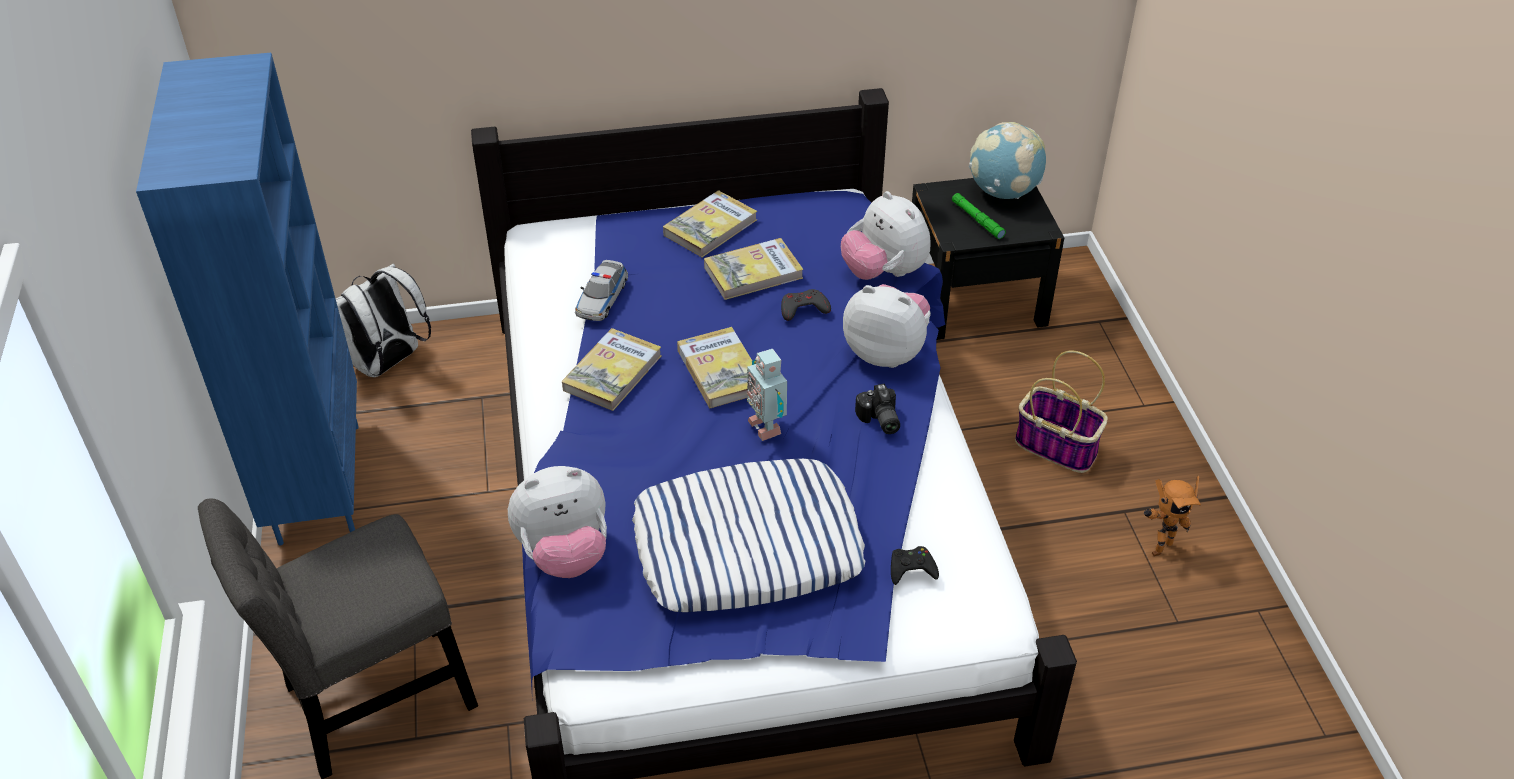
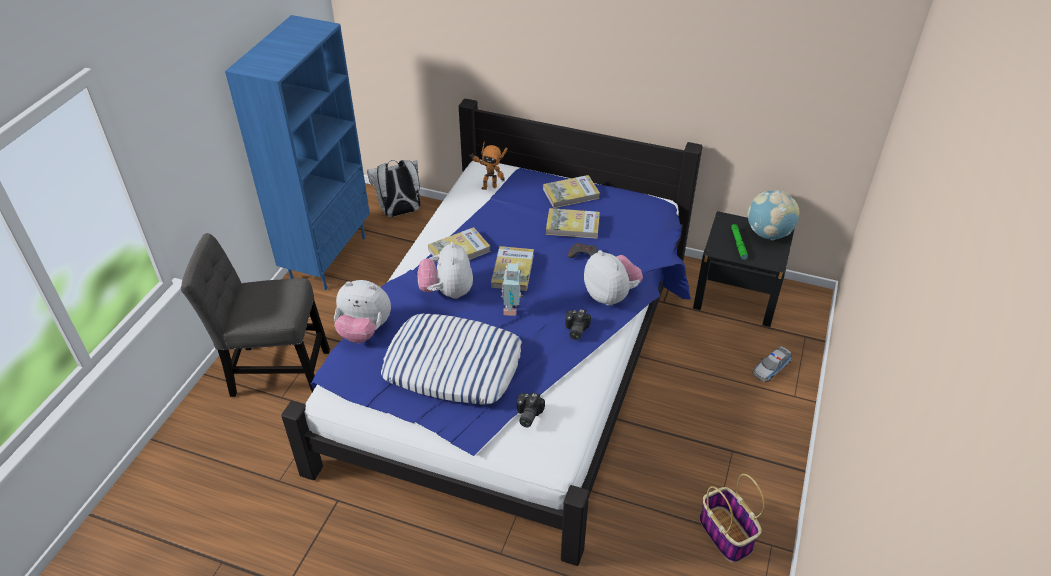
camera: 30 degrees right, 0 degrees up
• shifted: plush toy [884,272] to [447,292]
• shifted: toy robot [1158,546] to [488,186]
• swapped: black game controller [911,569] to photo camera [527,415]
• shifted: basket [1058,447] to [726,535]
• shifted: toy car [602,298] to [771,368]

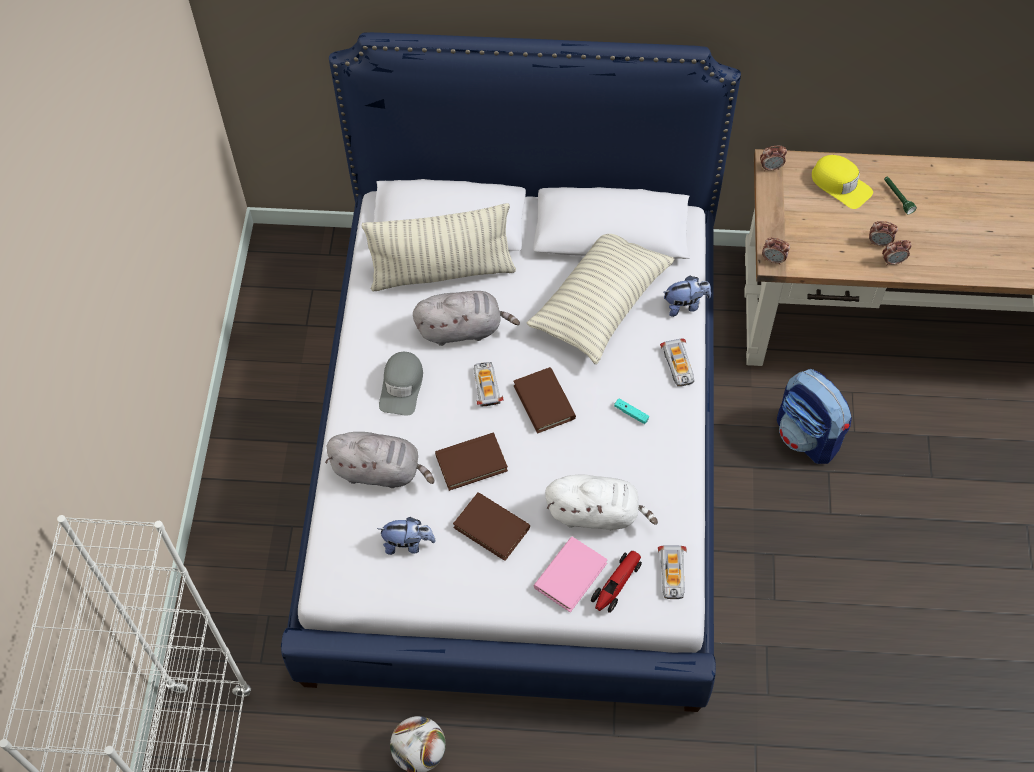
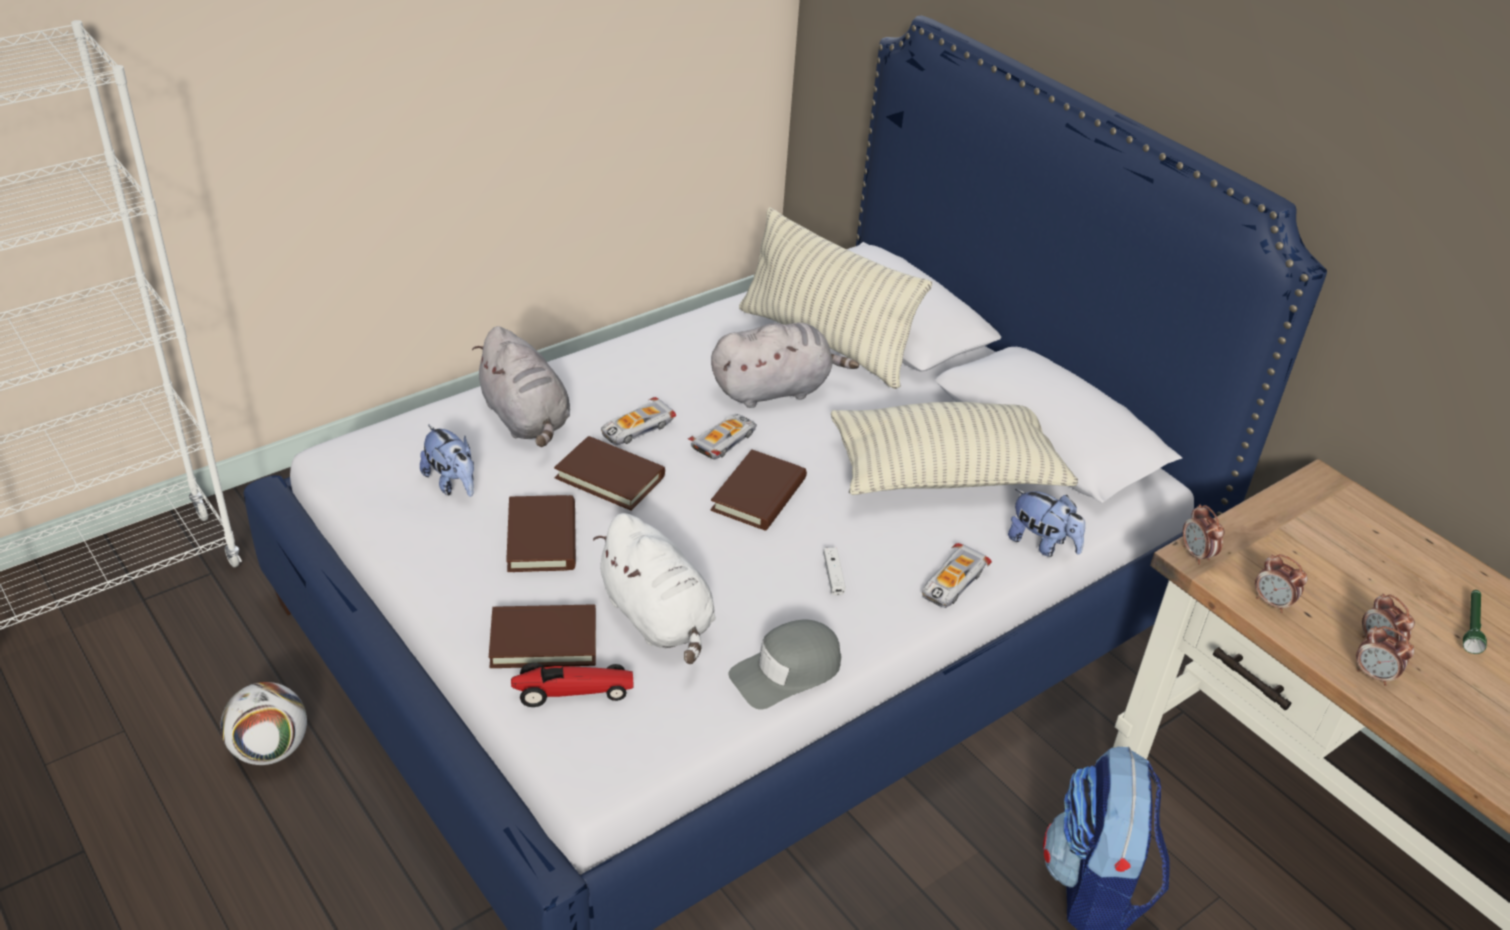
camera: 45 degrees right, 20 degrees down
• repainted: pink book [570,575] to brown book [543,640]
• shifted: toy car [672,574] to [637,428]
• rotated: grey plush toy [463,329] = [775,390] 60 degrees counterclockwise
• shifted: grey cap [402,386] to [787,672]
• repainted: turquoise game controller [631,413] to white game controller [833,575]
• shifted: alarm clock [771,167] to [1272,603]
• gone: yellow cap [840,185]

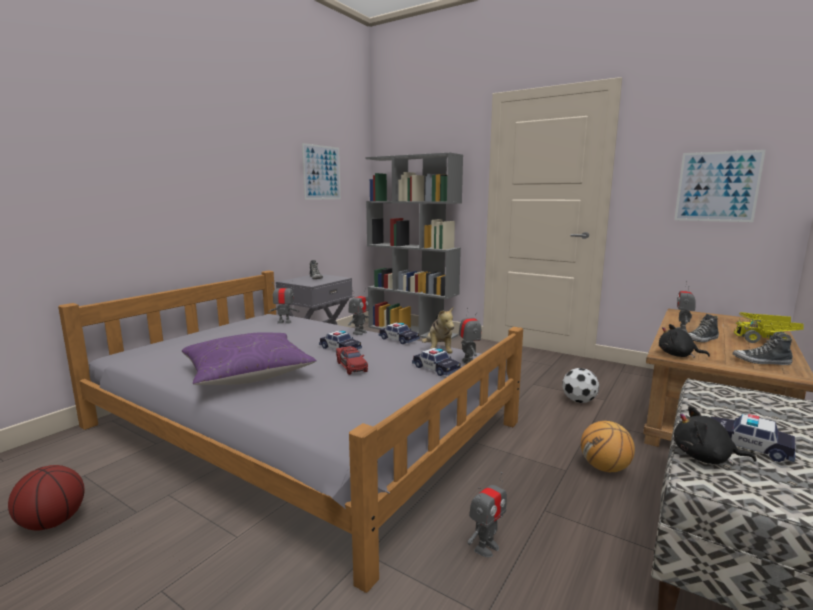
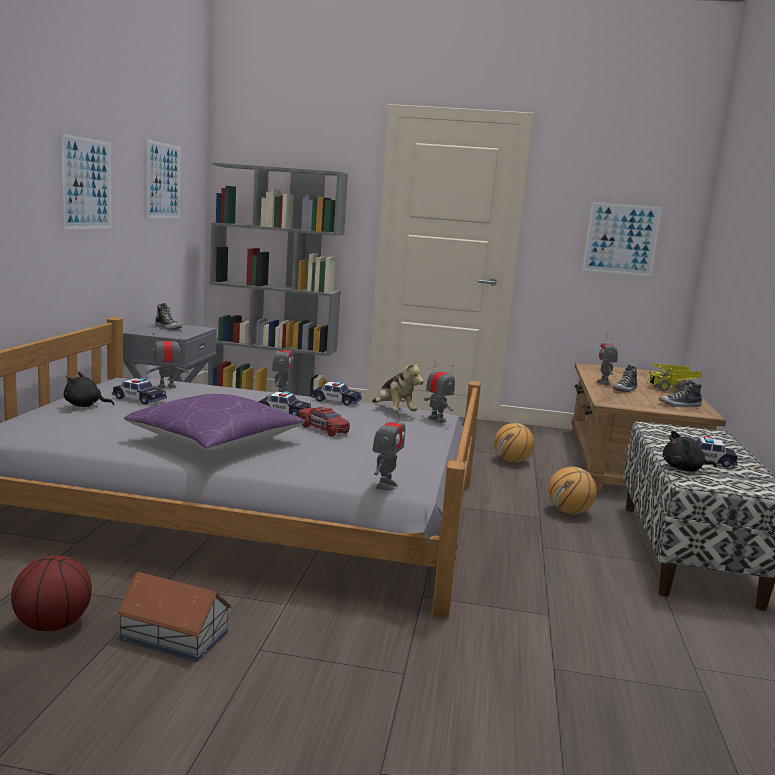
camera: 25 degrees left, 0 degrees up
• new: picture [87,184]
• shifted: black plush toy [678,355] to [85,406]
• shifted: toy car [436,369] to [139,399]
• new: toy house [174,635]
• shifted: toy robot [486,547] to [385,486]
• swapped: football [579,401] to basketball [512,461]

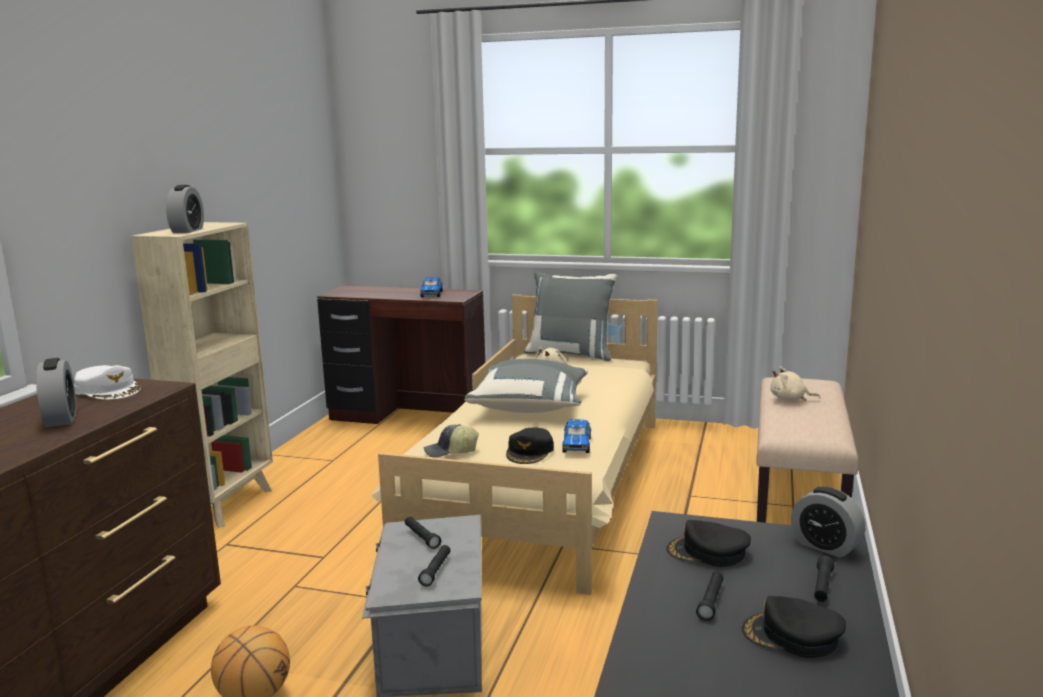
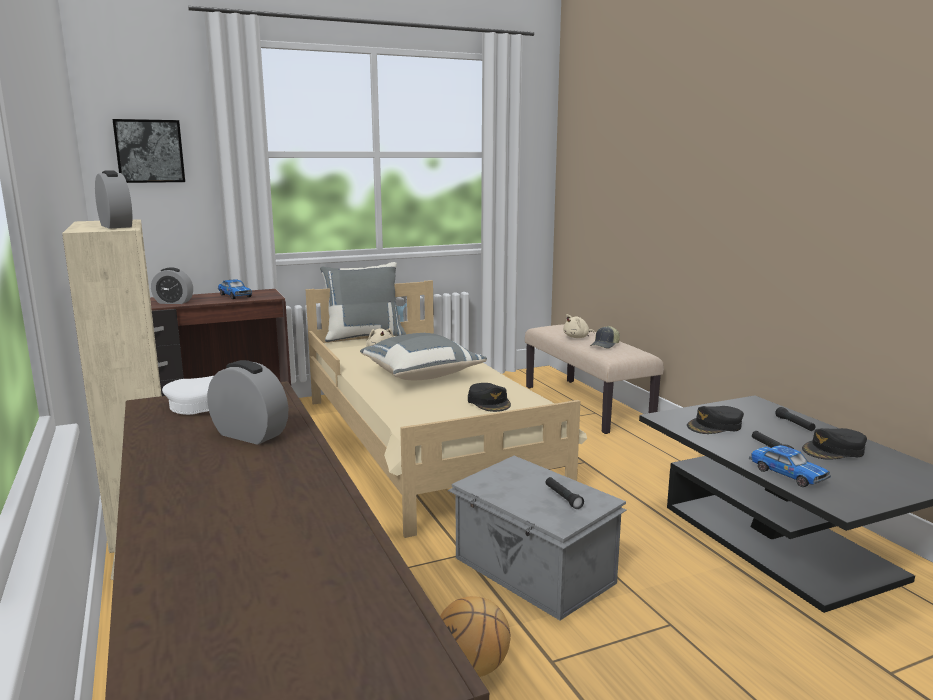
camera: 40 degrees left, 0 degrees up
• new: picture [149,151]
• shifted: alarm clock [825,546] to [173,302]
• shifted: cap [450,452] to [605,345]
• shifted: toy car [577,444] to [787,474]
• gone: black flashlight [422,537]

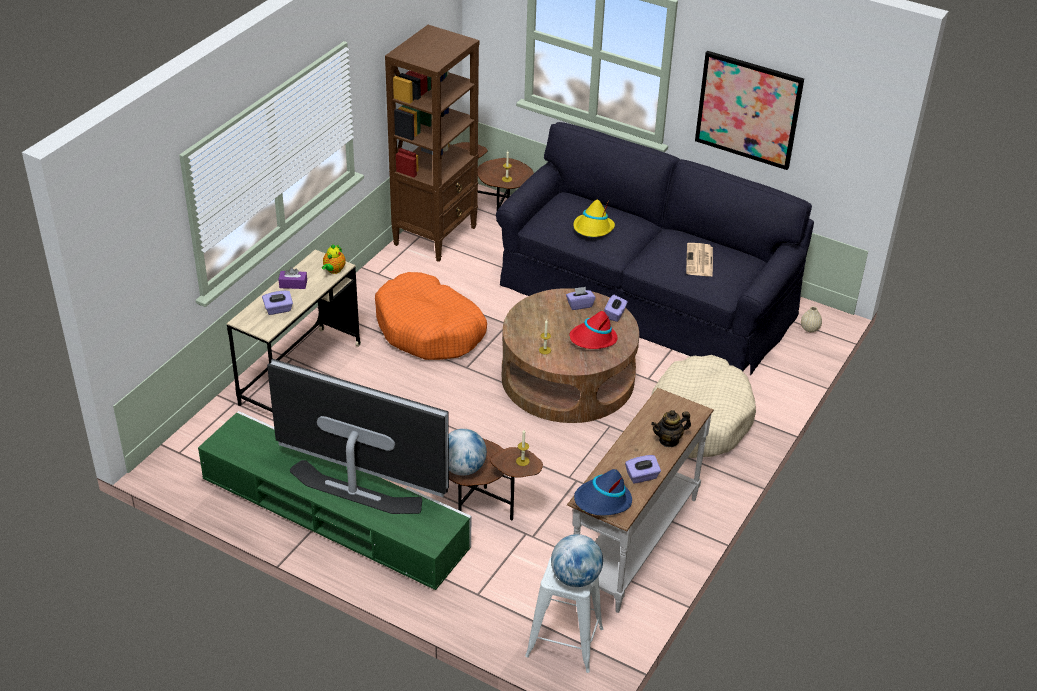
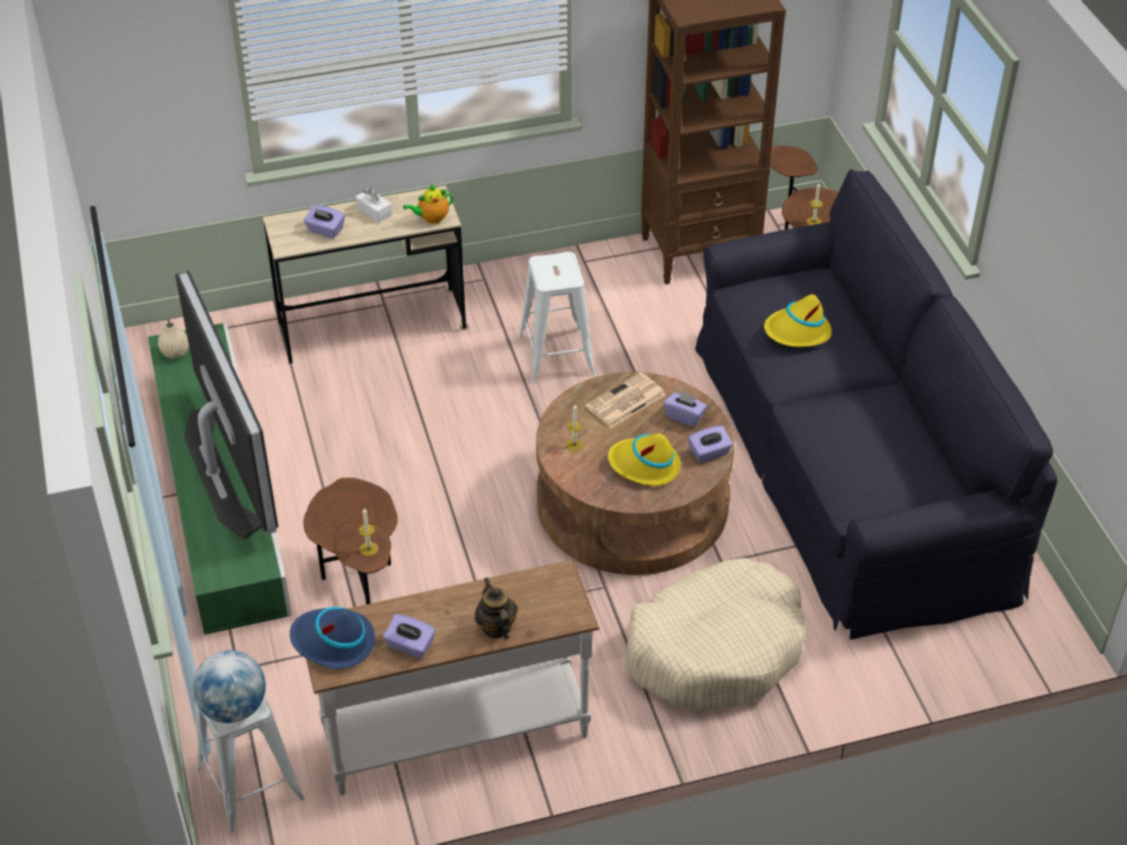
camera: 45 degrees right, 5 degrees up
• shifted: beige vase [809,328] to [175,353]
• repainted: purple tissue box [293,284] to white tissue box [374,211]
• rotated: teapot [669,440] = [496,627] 45 degrees clockwise
• swapped: orange dog bed [429,329] to white stool [556,355]
• shifted: newspaper [700,261] to [625,402]
• repainted: red hat [593,339] to yellow hat [644,465]
• gone: globe [463,468]
• gone: picture [748,109]

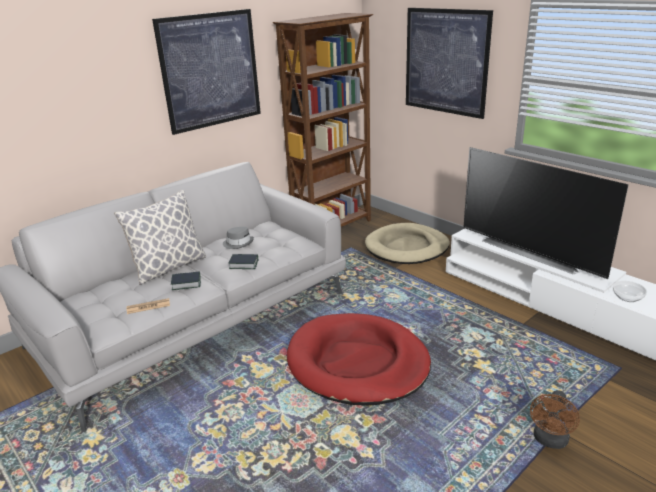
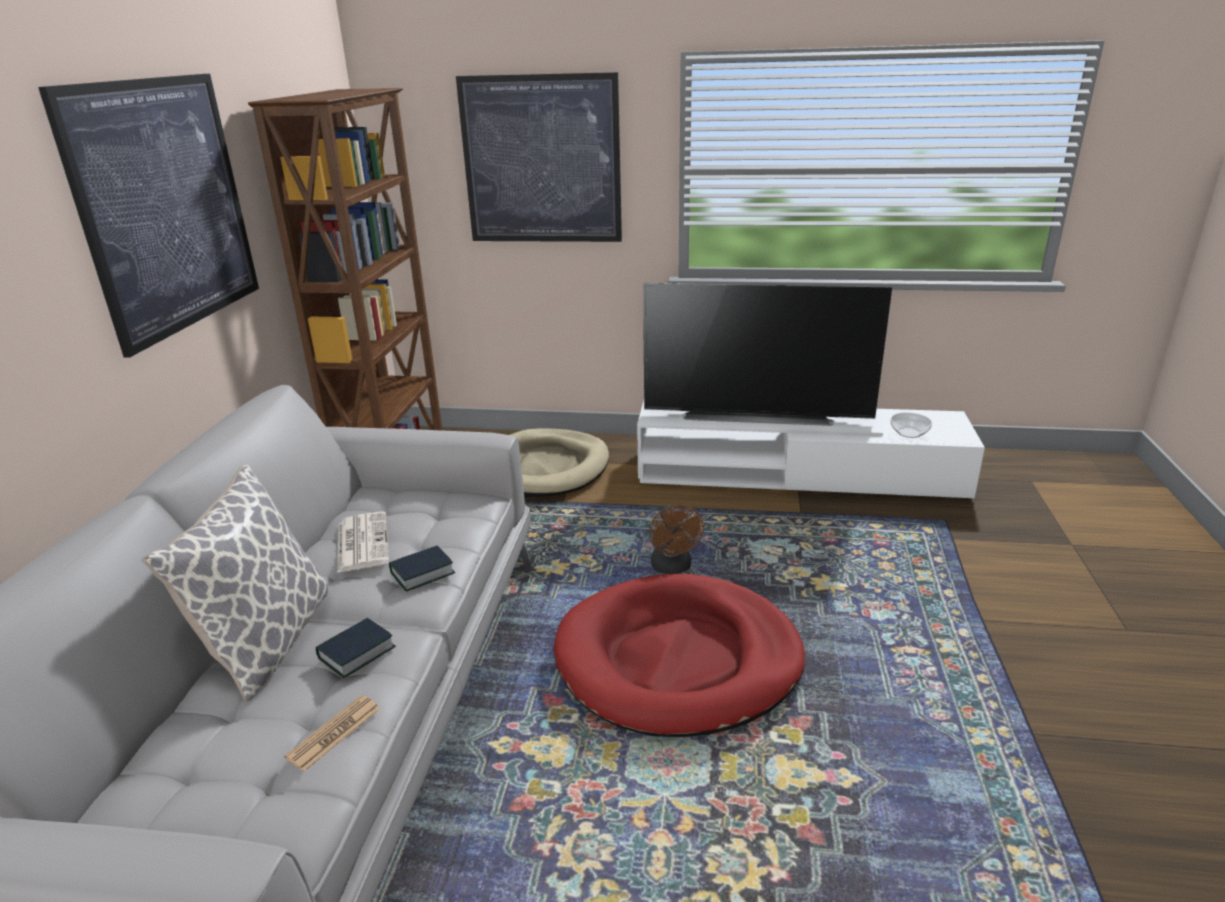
camera: 40 degrees left, 0 degrees up
• swapped: grey hat [238,243] to newspaper [362,542]
• shifted: brown fan [550,441] to [673,568]

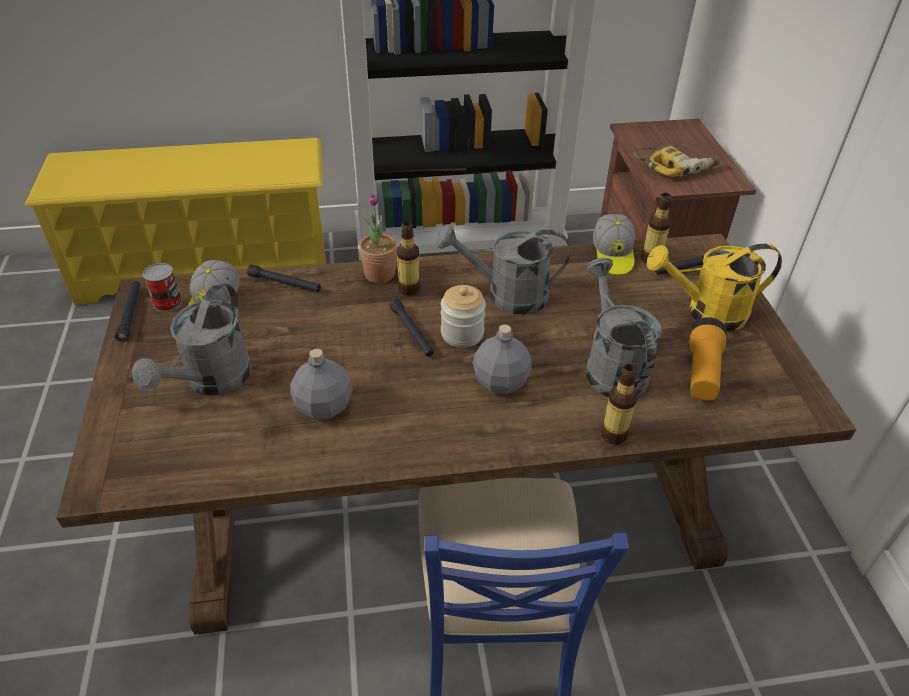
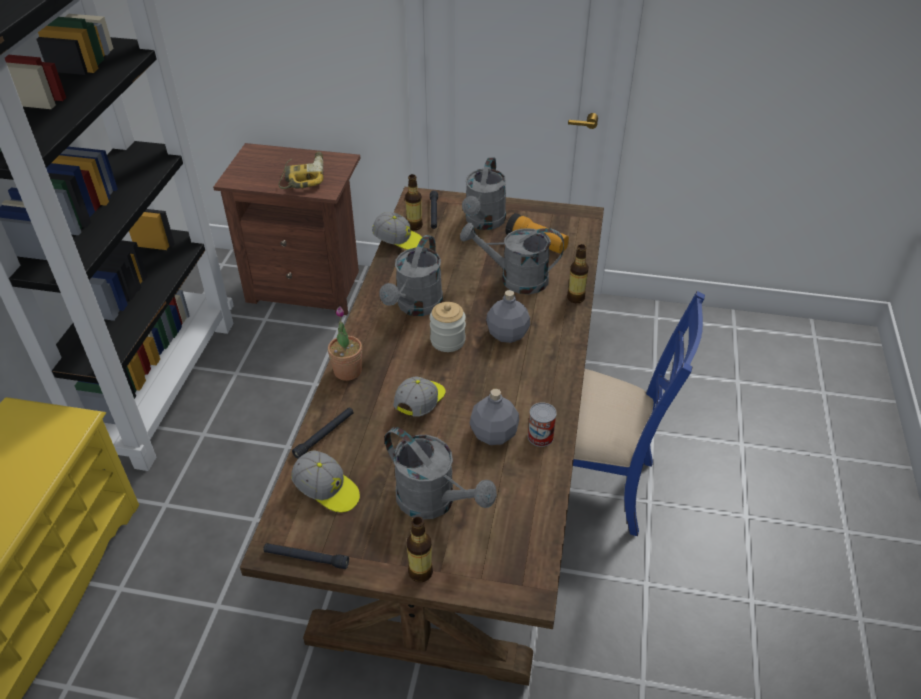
camera: 70 degrees left, 0 degrees up
• new: cap [421,403]
• shifted: bottle [409,289] to [420,572]
• repainted: yellow watering can [706,313] to grey watering can [483,222]
• shifted: can [167,302] to [540,436]
• gone: black flashlight [412,332]

